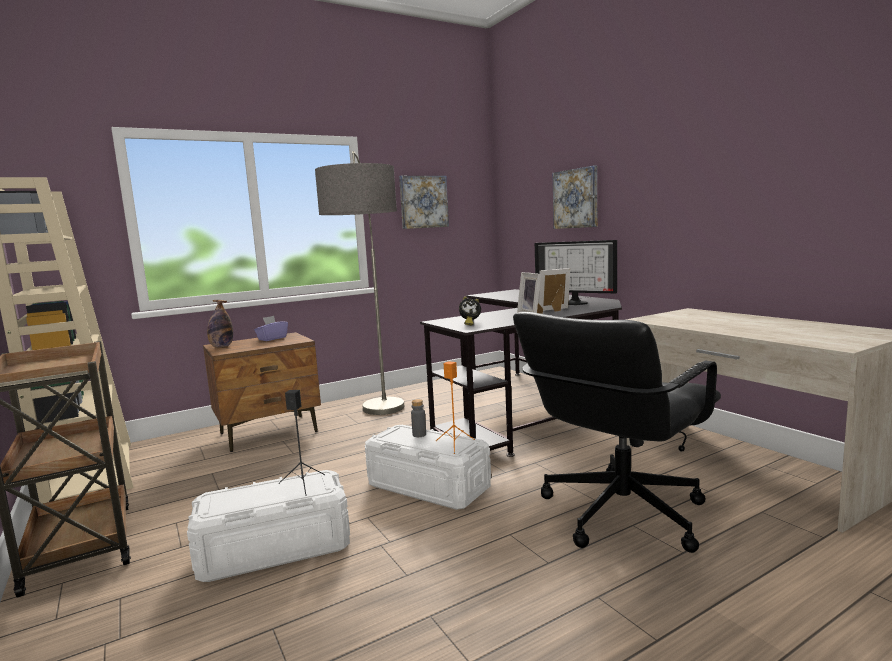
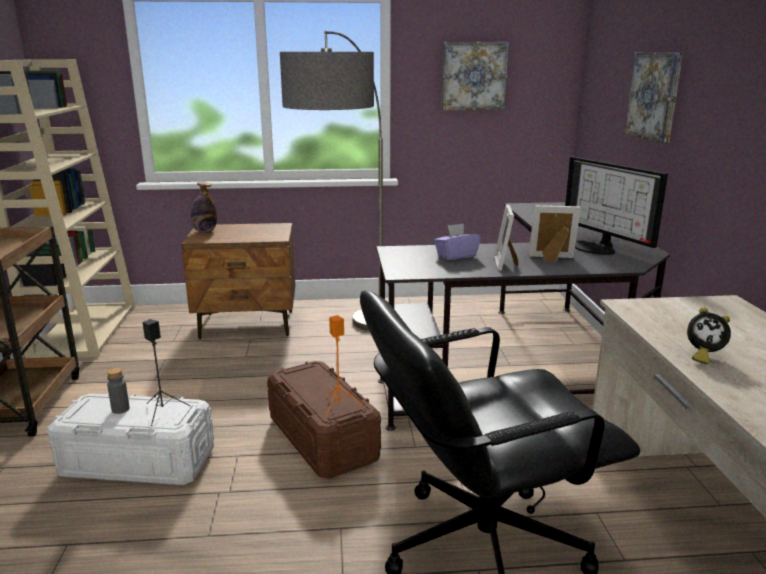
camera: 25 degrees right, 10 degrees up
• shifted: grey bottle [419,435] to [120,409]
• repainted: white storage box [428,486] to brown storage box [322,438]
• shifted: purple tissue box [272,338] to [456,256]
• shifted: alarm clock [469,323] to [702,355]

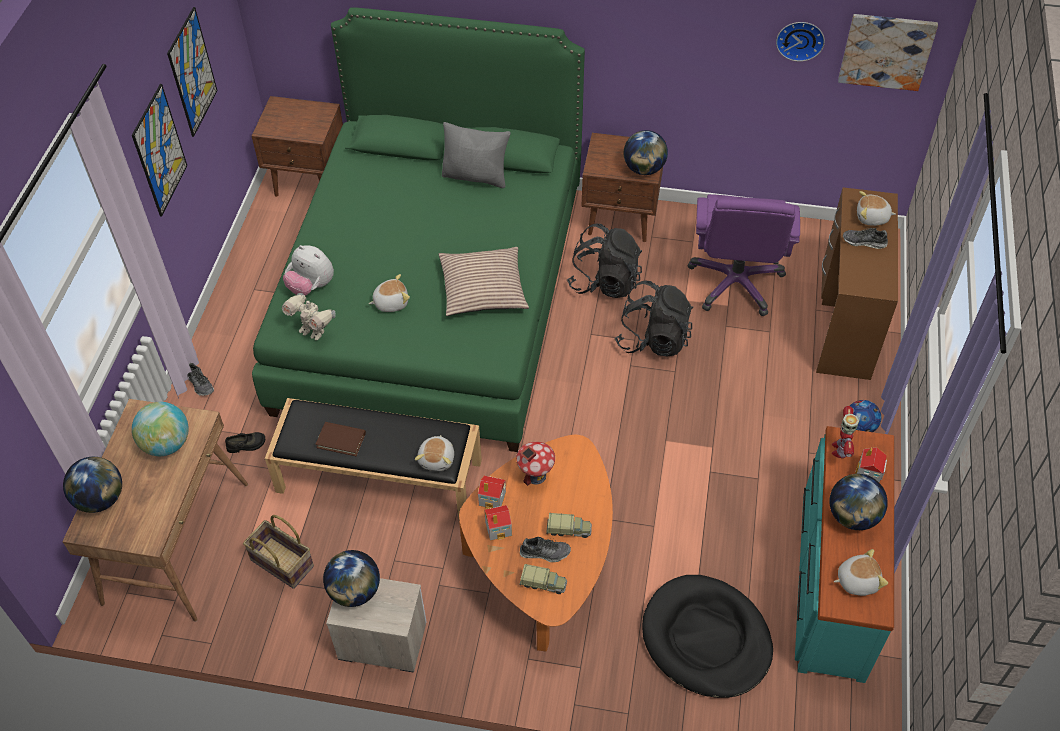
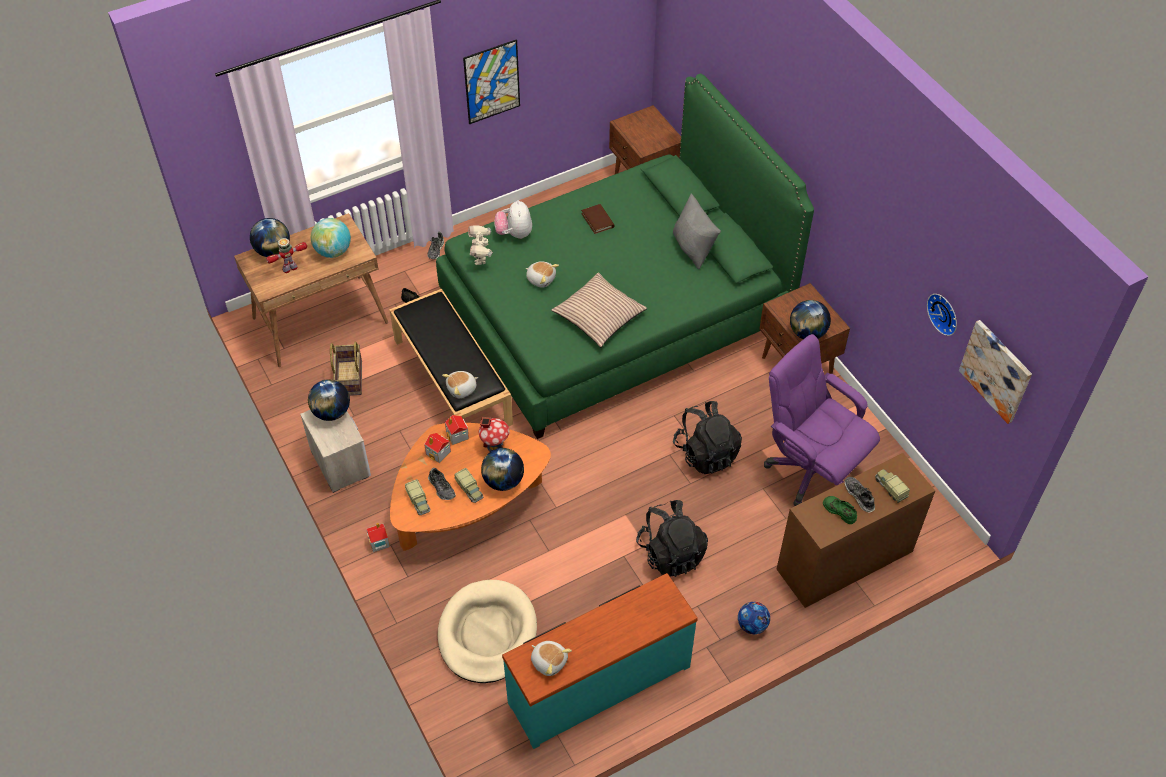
camera: 50 degrees right, 0 degrees up
• shifted: toy robot [840,449] to [290,268]
• shifted: toy house [868,474] to [378,542]
• repainted: black dog bed [706,639] to beige dog bed [487,633]
• shifted: globe [852,516] to [503,481]
• shifted: brown book [341,440] to [597,220]
• shifted: black backpack [604,282] to [671,553]
• rotated: purple office chair [735,283] = [810,470] 75 degrees clockwise
• new: green shoe [839,511]
• swapped: plush toy [872,218] to toy truck [890,488]
• gone: picture [192,72]

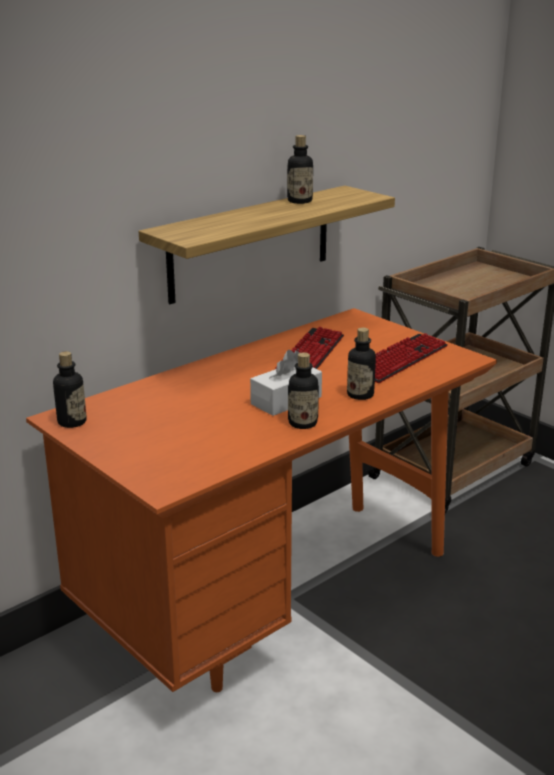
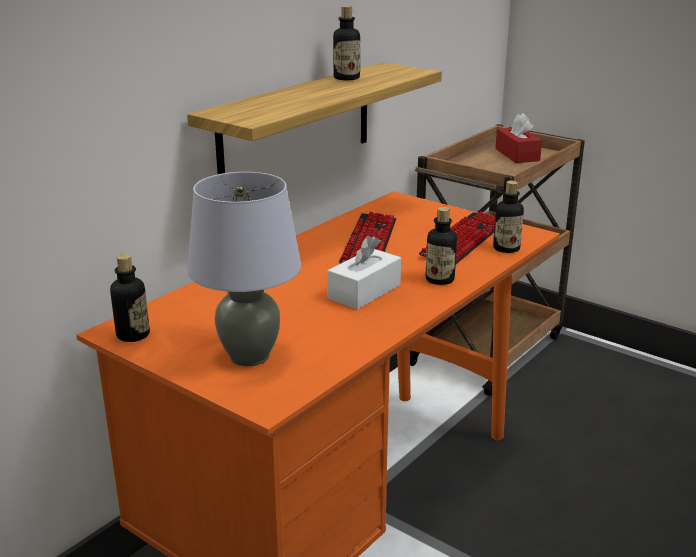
camera: 10 degrees left, 0 degrees up
• new: grey table lamp [250,356]
• shifted: bottle [302,423] to [506,248]
• new: red tissue box [517,155]

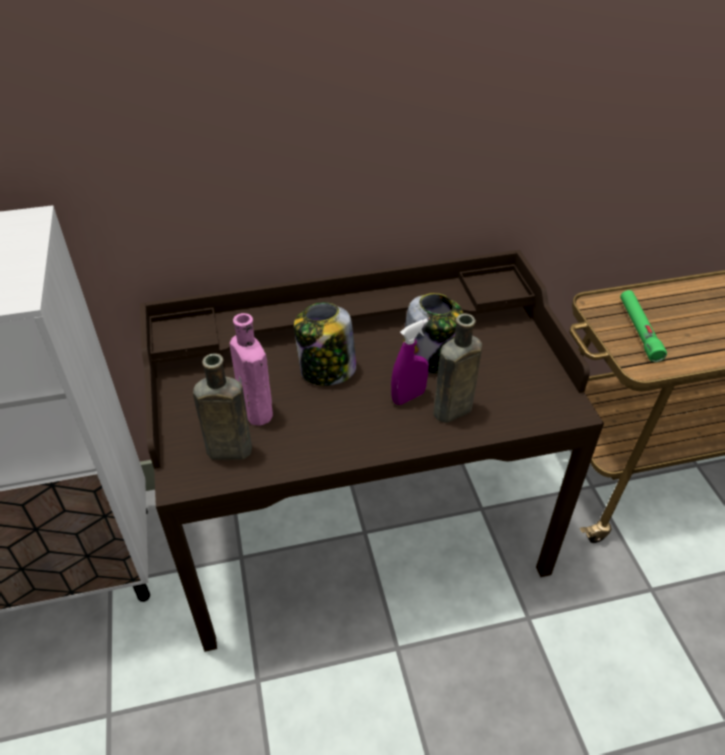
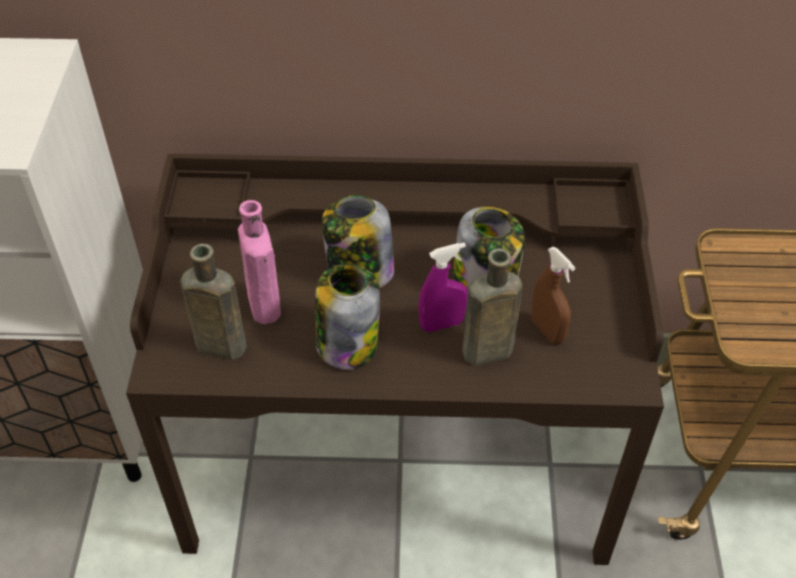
camera: 15 degrees right, 5 degrees up
• new: jar [347,342]
• new: brown spray bottle [547,331]
• gone: green flashlight [639,330]

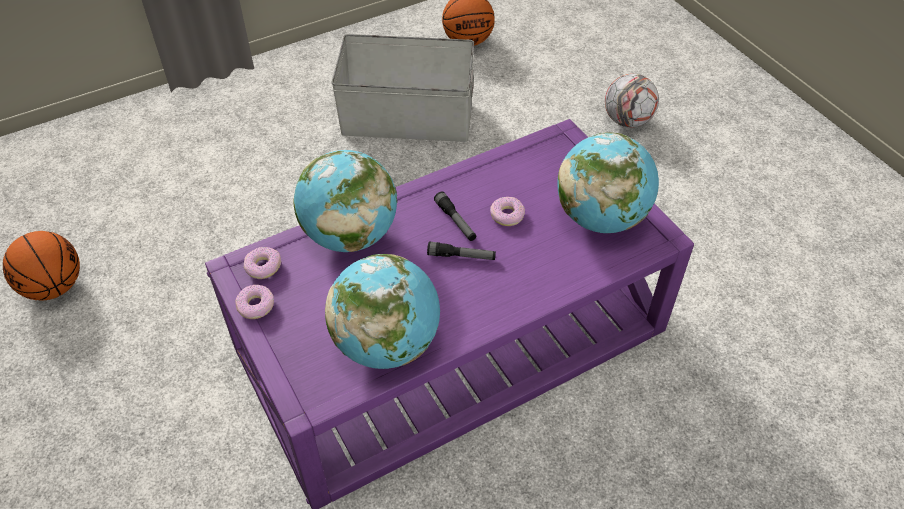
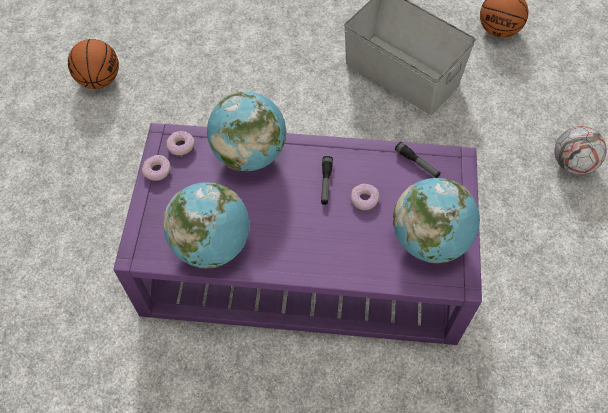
camera: 35 degrees right, 10 degrees up
• shifted: flashlight [461,256] to [417,163]

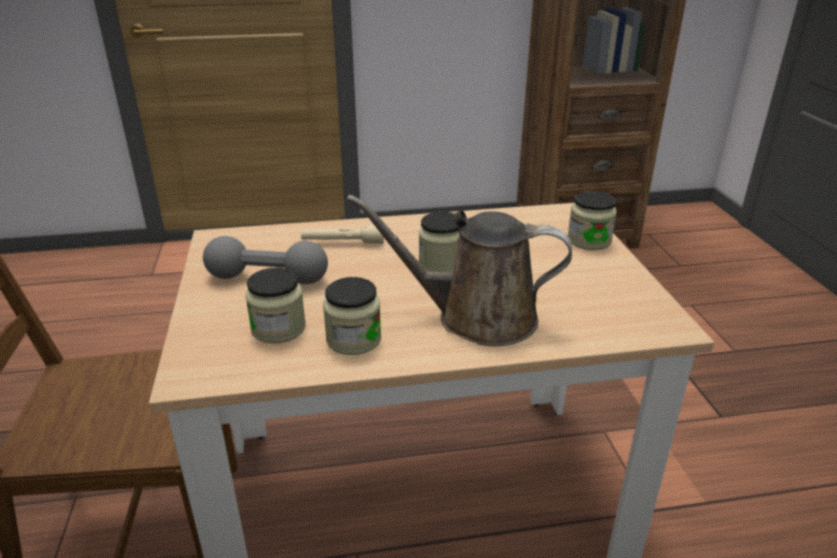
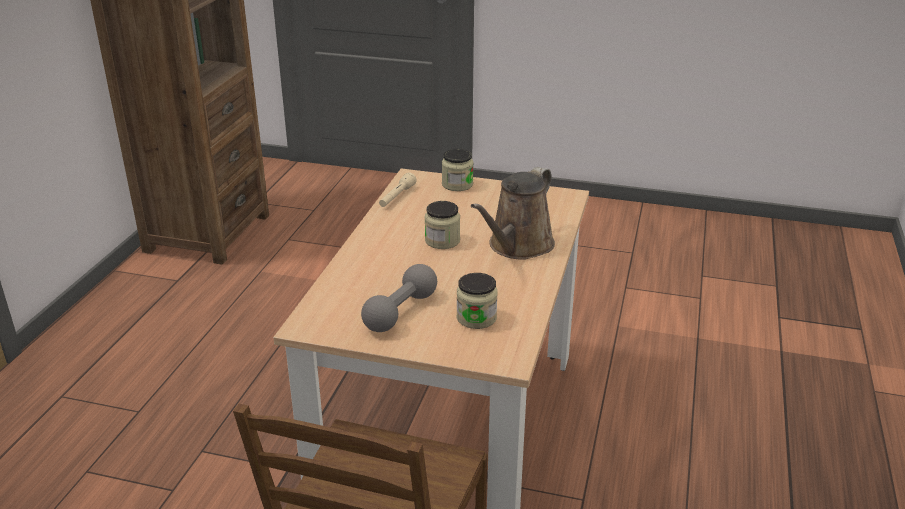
camera: 65 degrees left, 0 degrees up
• shifted: beige flashlight [343,242] to [397,197]
• gone: jar [353,339]

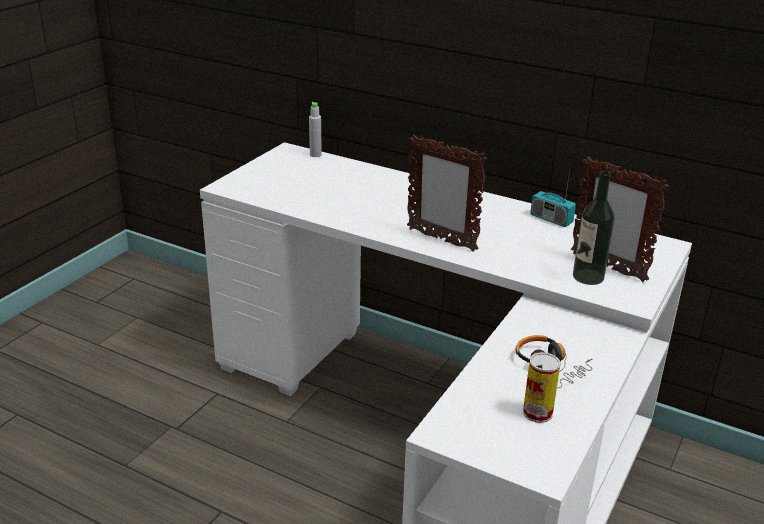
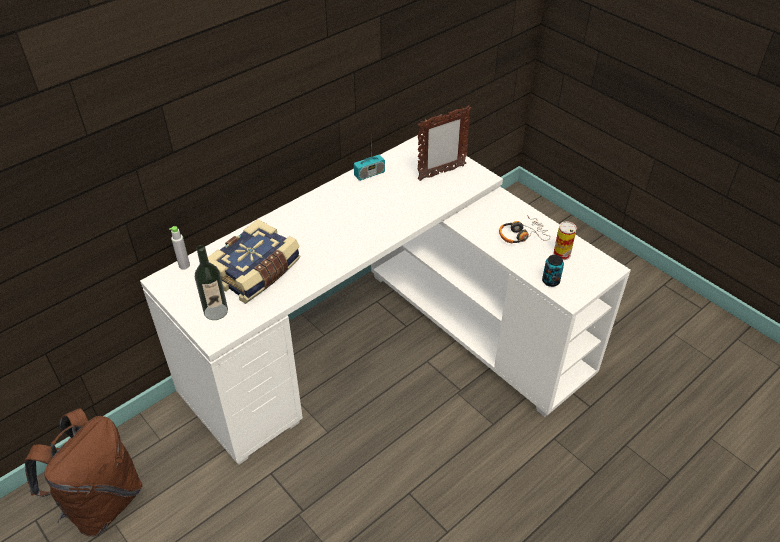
camera: 70 degrees left, 15 degrees up
• new: brown backpack [102,502]
• shifted: bottle [588,277] to [216,311]
• new: book [256,272]
• new: can [550,281]
• gone: picture frame [441,239]

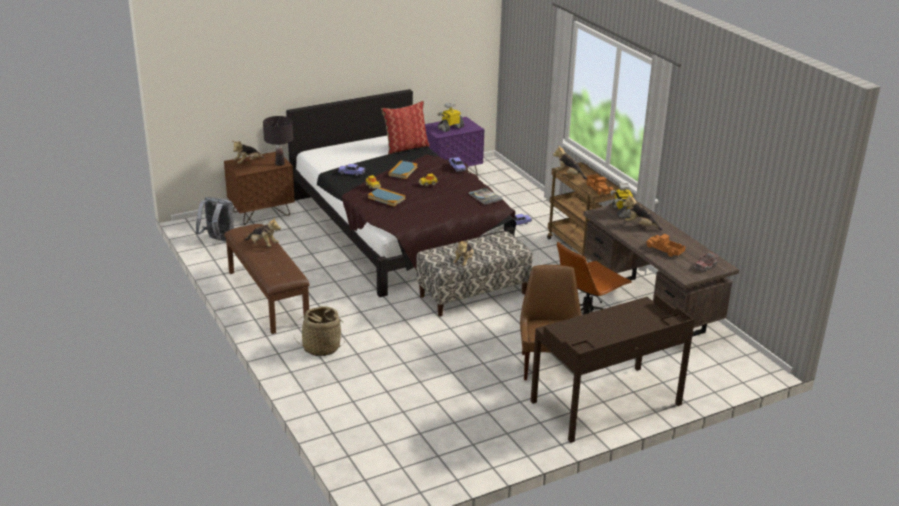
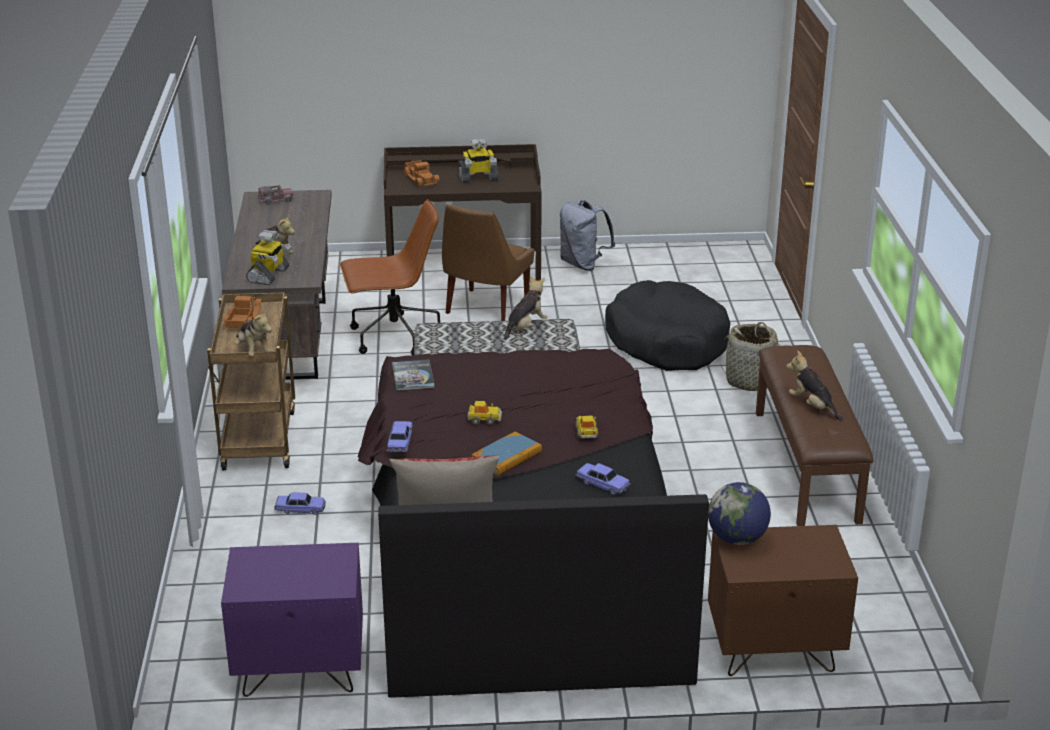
camera: 155 degrees left, 0 degrees up
• shifted: toy truck [664,250] to [421,179]
• shifted: toy robot [450,128] to [478,178]
• shifted: grey backpack [218,240] to [583,264]
• new: black dog bed [667,342]
• swapped: black table lamp [280,164] to globe [737,539]
• gone: plush toy [247,162]
• gone: book [386,198]

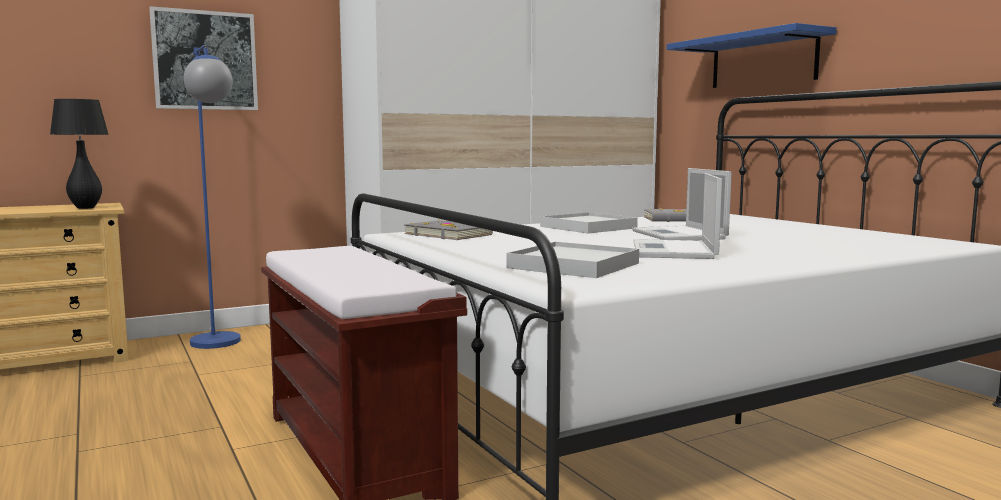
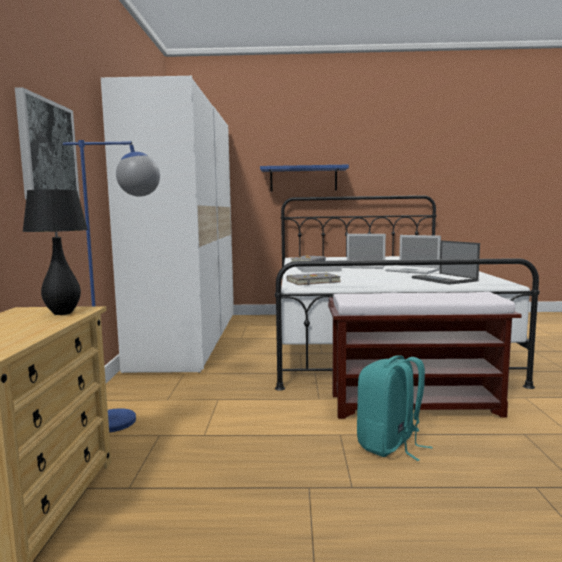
camera: 60 degrees left, 0 degrees up
• new: turquoise backpack [390,445]
• swapped: white tray [574,266] to laptop [445,279]

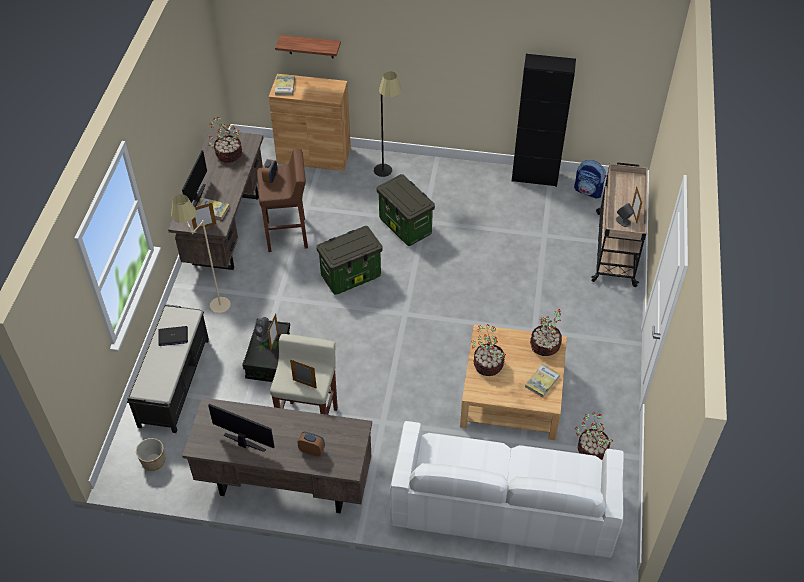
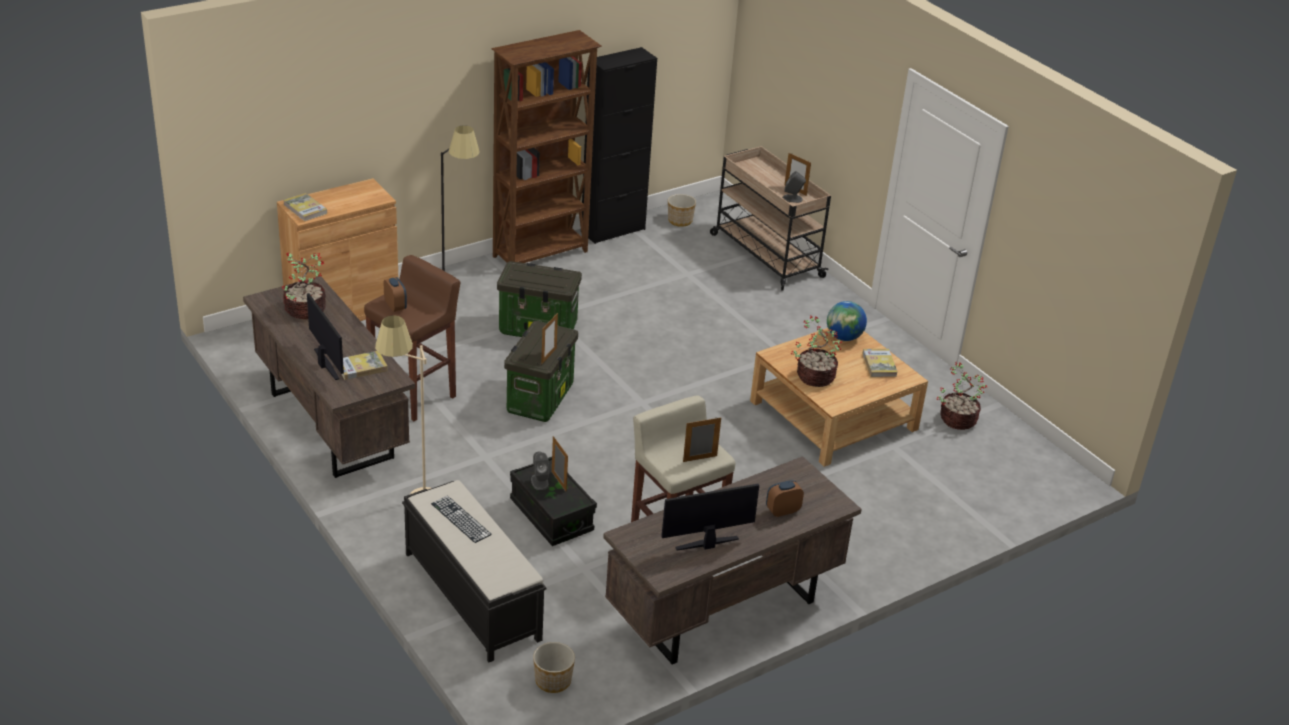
camera: 45 degrees left, 15 degrees down
• swapped: laptop [173,336] to keyboard [460,519]
• new: brown bookcase [541,254]
• shifted: picture frame [205,227] to [548,356]
• swapped: backpack [588,191] to planter [680,221]
• swapped: potted plant [545,347] to globe [844,337]
• gone: shelf [310,46]
• gone: white sofa [503,507]

